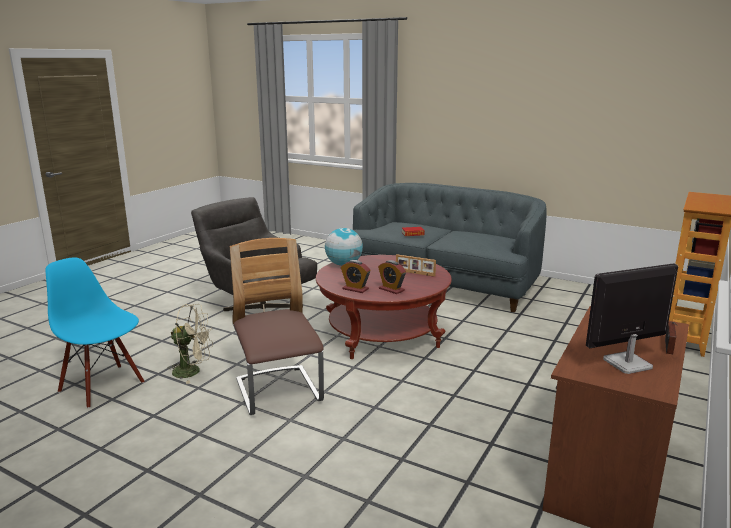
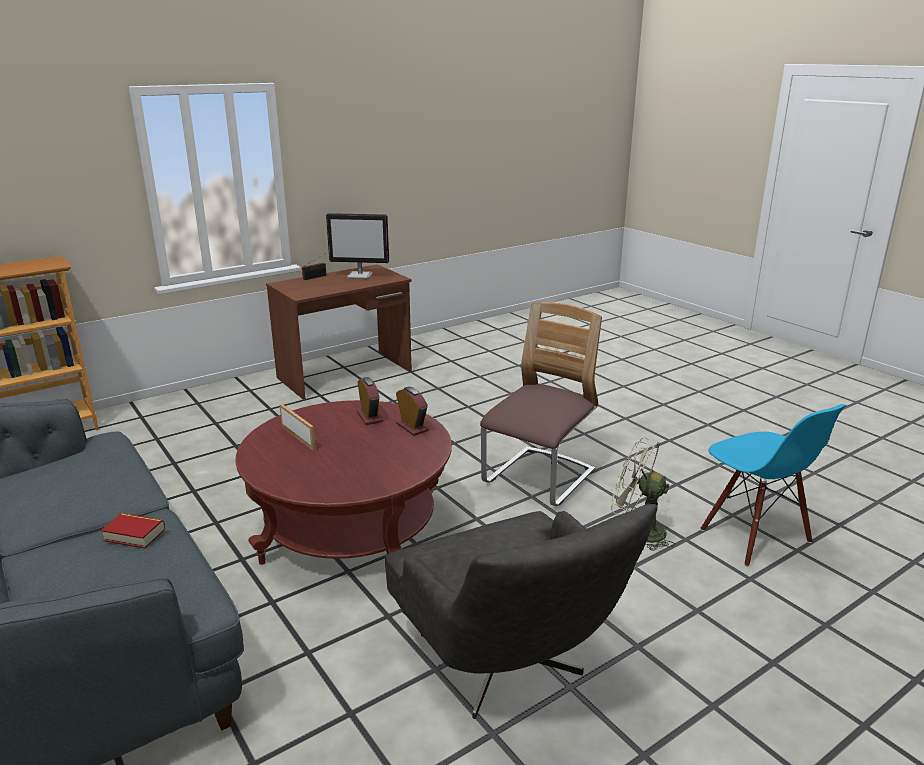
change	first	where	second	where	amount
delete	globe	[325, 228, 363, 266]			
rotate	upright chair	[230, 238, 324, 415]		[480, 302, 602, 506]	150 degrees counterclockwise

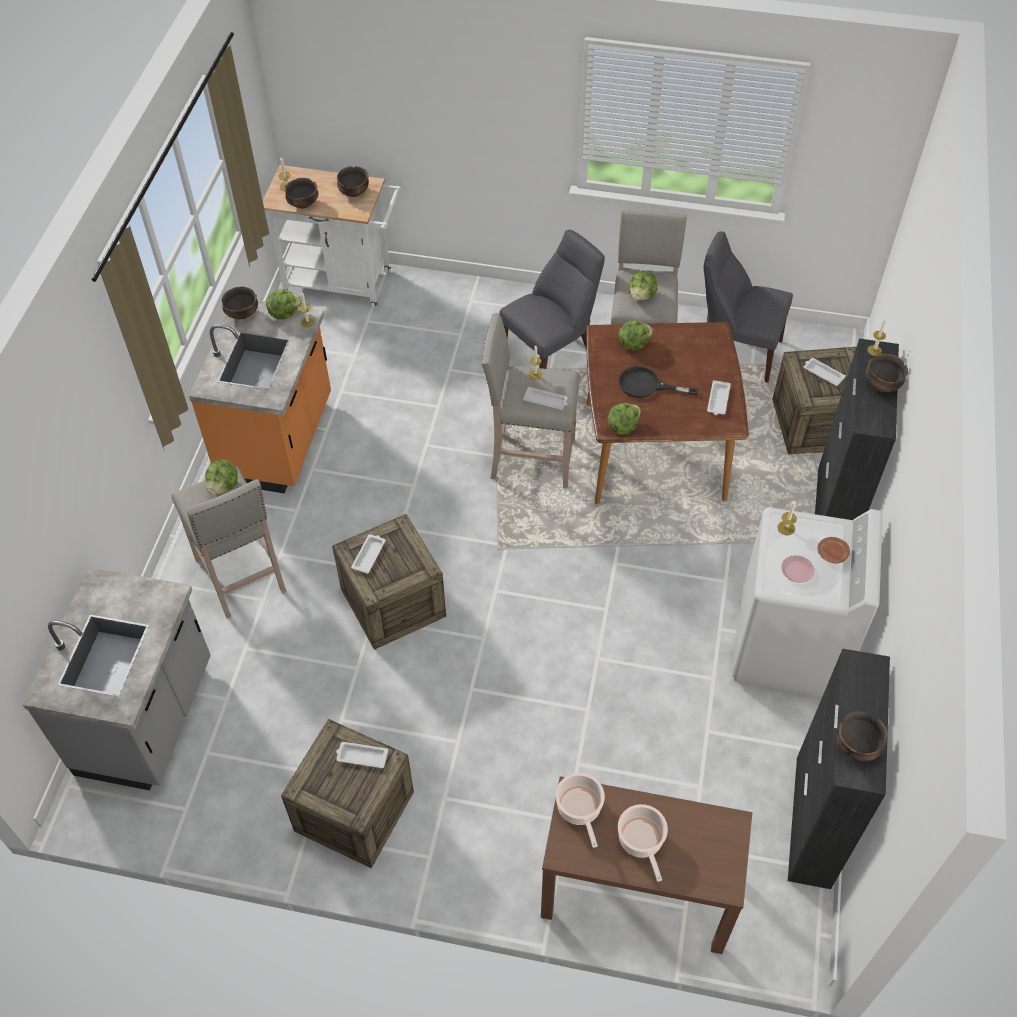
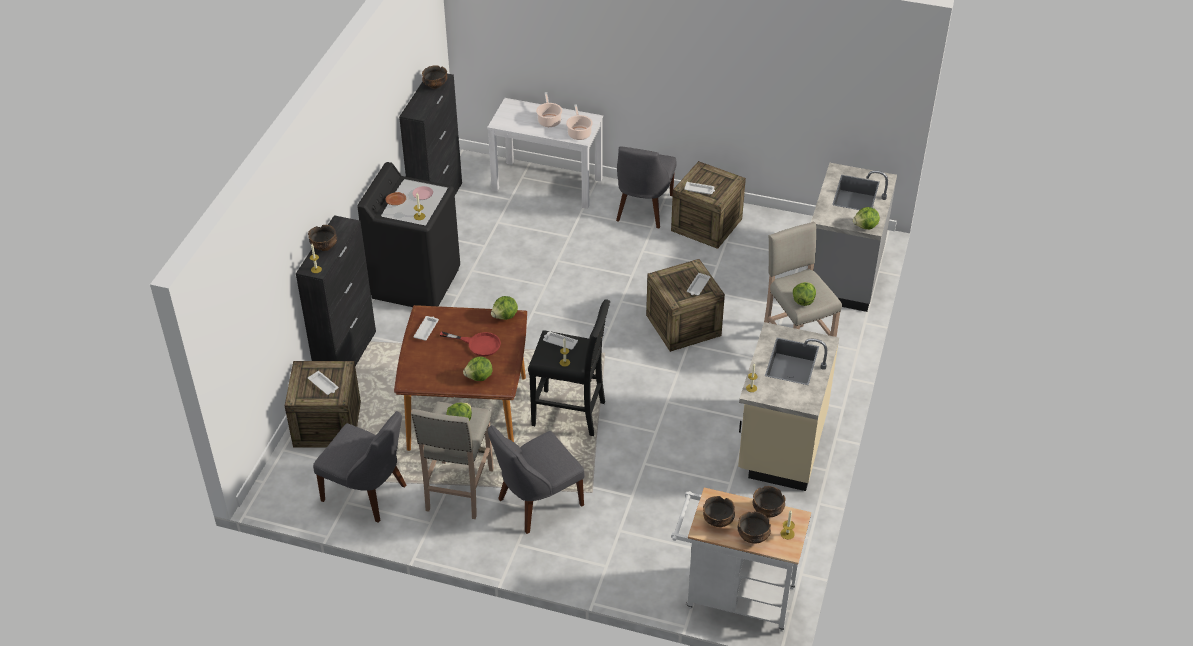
change	first	where	second	where	amount
insert			upright chair (greyish)	[616, 146, 677, 228]	
move	bowl	[222, 287, 258, 319]		[738, 511, 771, 544]	
move	lettuce head	[266, 289, 302, 320]		[853, 207, 880, 229]	
recolor	kitchen counter (orange)	[189, 301, 331, 494]	kitchen counter (beige)	[738, 322, 839, 491]	
recolor	stool (beige)	[482, 313, 580, 489]	stool (black-coloured)	[528, 299, 610, 436]	
recolor	hall table (brown-coloured)	[541, 776, 752, 954]	hall table (white)	[487, 98, 603, 209]	
recolor	skillet (black-coloured)	[619, 366, 699, 398]	skillet (red)	[440, 332, 501, 356]	
recolor	laundry machine (white)	[732, 507, 883, 697]	laundry machine (black-coloured)	[357, 162, 460, 307]	

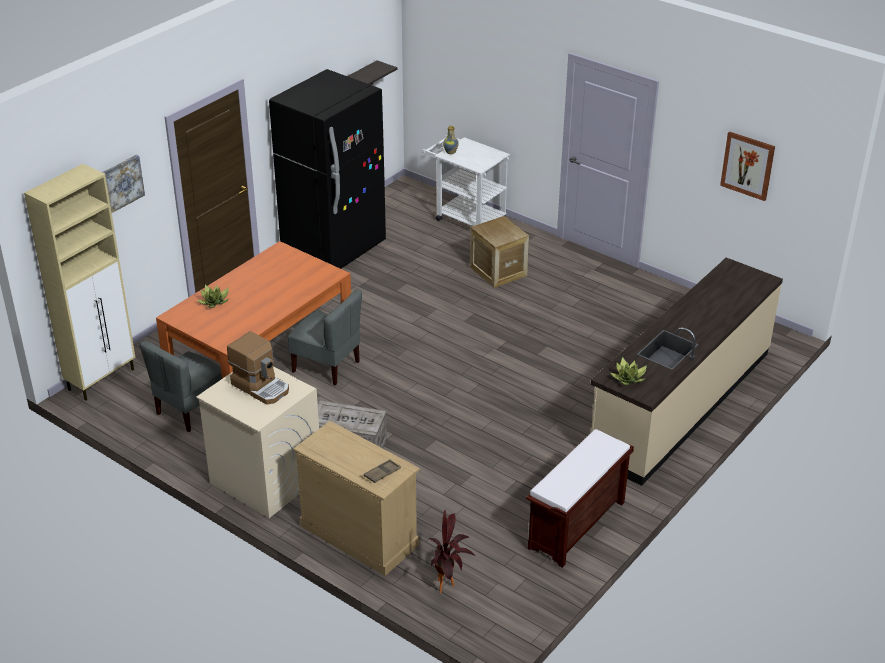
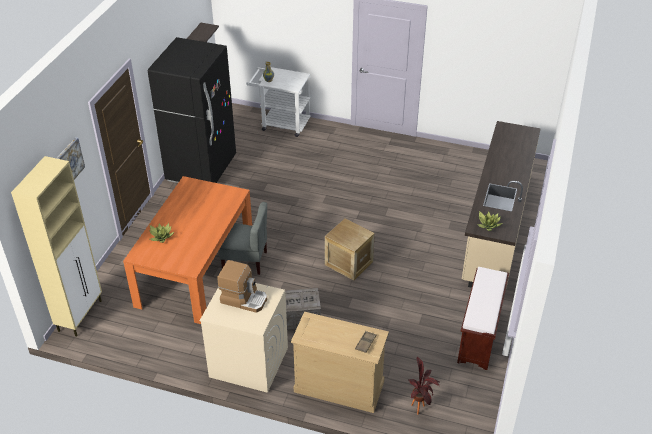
change	first	where	second	where	amount
delete	upright chair (greyish)	[139, 340, 222, 432]			
delete	picture	[720, 131, 775, 201]			
move	crate	[470, 216, 529, 288]		[325, 218, 375, 281]	

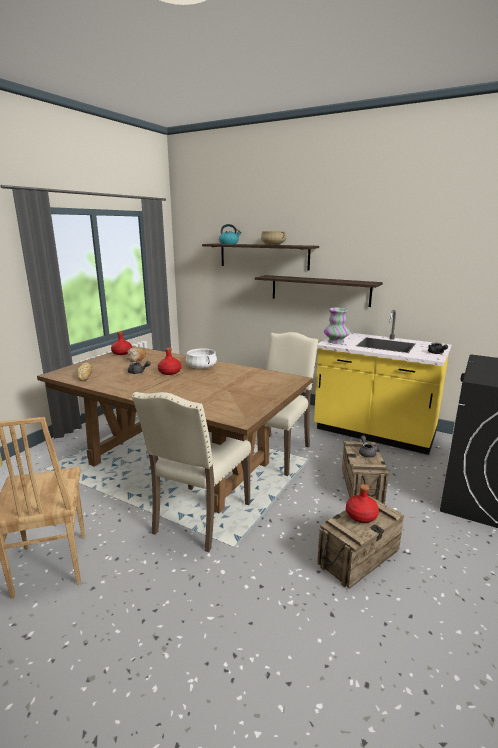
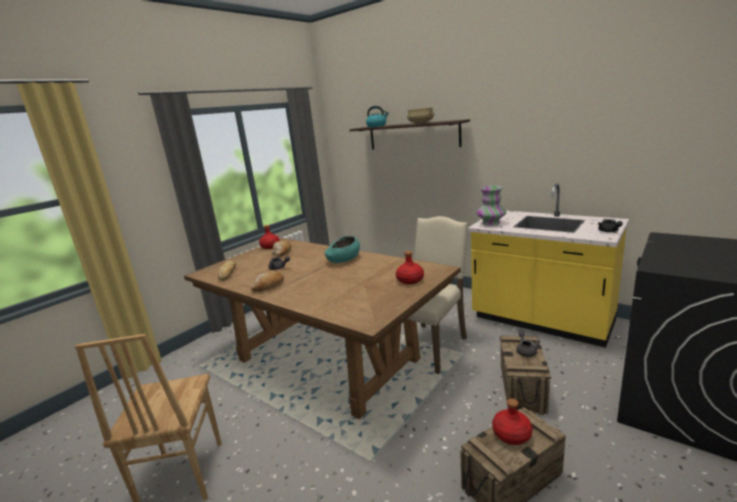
change	first	where	second	where	amount
delete	upright chair (beige)	[132, 392, 251, 552]			
delete	shelf	[255, 275, 383, 307]			
insert			baked bread	[251, 271, 284, 292]	
move	beverage bottle (red)	[158, 347, 181, 375]		[396, 251, 424, 284]	
replace	cooking pot (white)	[186, 348, 217, 369]	bowl (turquoise)	[325, 236, 360, 263]	

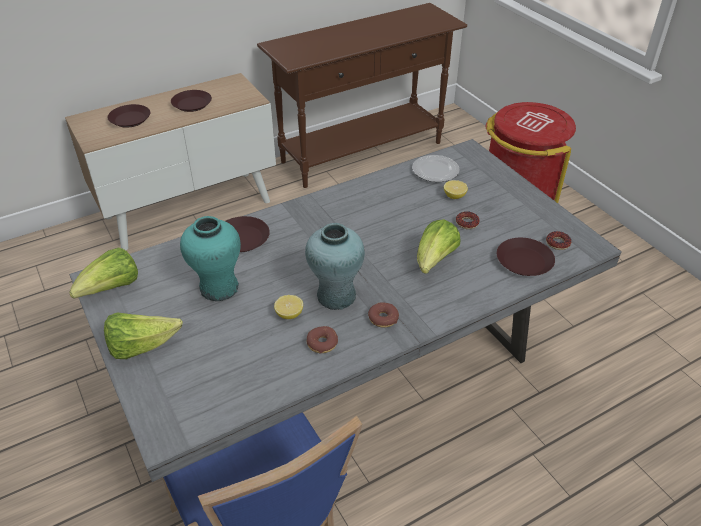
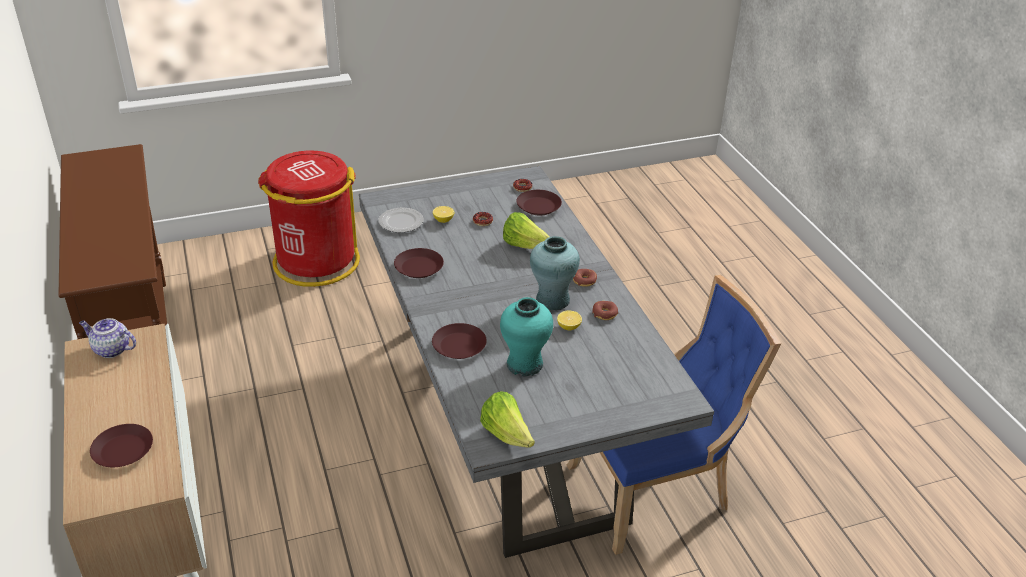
change	first	where	second	where	amount
delete	lettuce head	[104, 312, 183, 359]			
insert			teapot	[79, 318, 136, 358]	
move	plate (brown-coloured)	[171, 90, 212, 112]		[394, 248, 444, 278]	

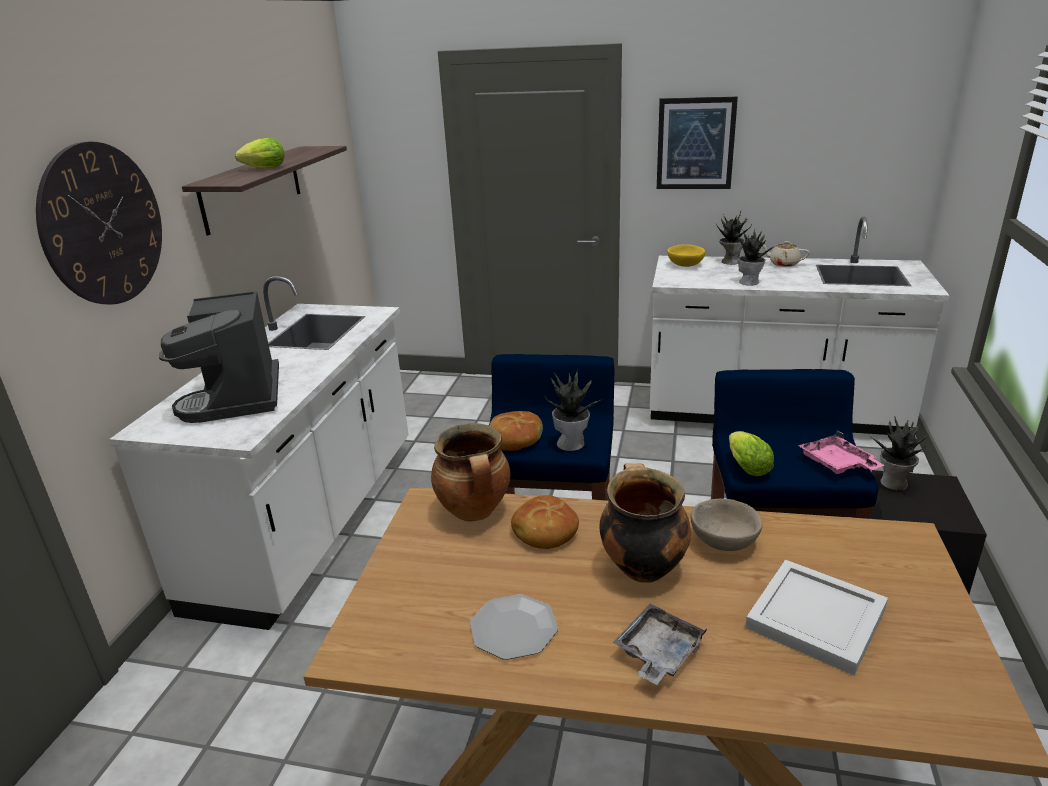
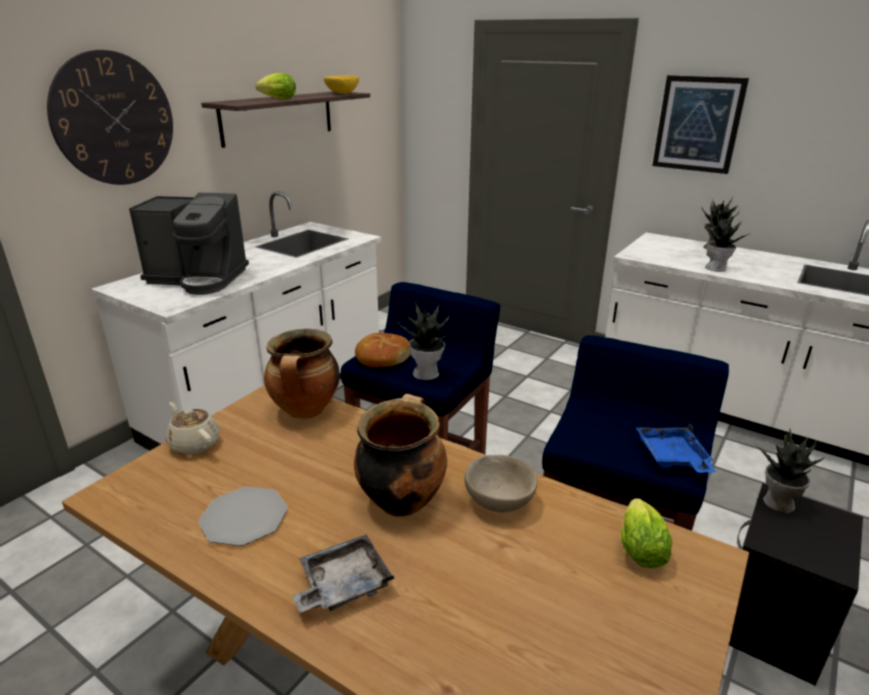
change	first	where	second	where	amount
delete	baked bread	[511, 495, 579, 549]			
delete	serving tray (white)	[745, 560, 888, 676]			
move	bowl (yellow-coloured)	[667, 244, 705, 267]		[324, 75, 359, 94]	
move	lettuce head	[729, 431, 774, 476]		[621, 498, 672, 568]	
move	teapot (beige)	[762, 241, 810, 267]		[166, 402, 220, 455]	
recolor	serving tray (pink-coloured)	[798, 431, 885, 474]	serving tray (blue-coloured)	[636, 423, 716, 473]	
rotate	coffee maker	[159, 291, 279, 423]		[129, 193, 249, 295]	90 degrees counterclockwise

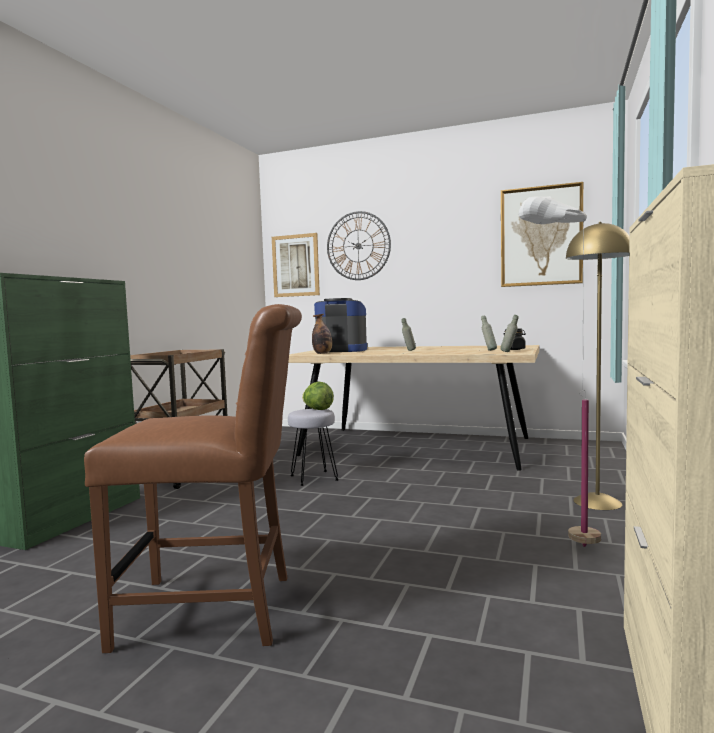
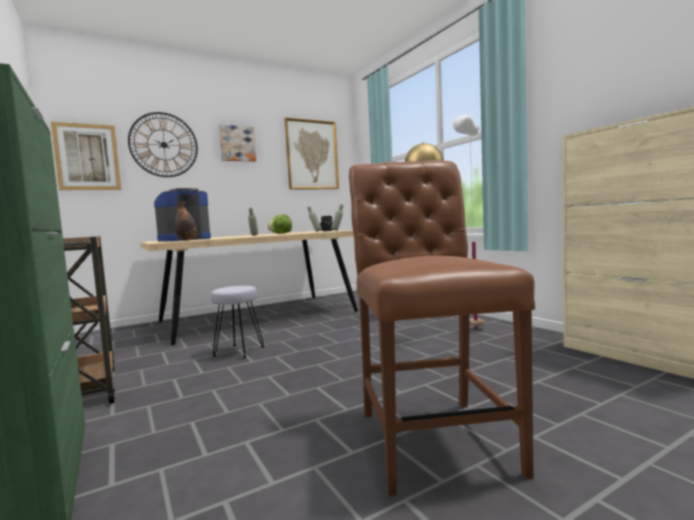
change	first	where	second	where	amount
insert			picture	[219, 124, 256, 162]	
move	lettuce head	[302, 382, 334, 410]		[268, 214, 292, 234]	
rotate	upright chair (brown-coloured)	[84, 304, 302, 653]		[349, 161, 535, 496]	45 degrees counterclockwise

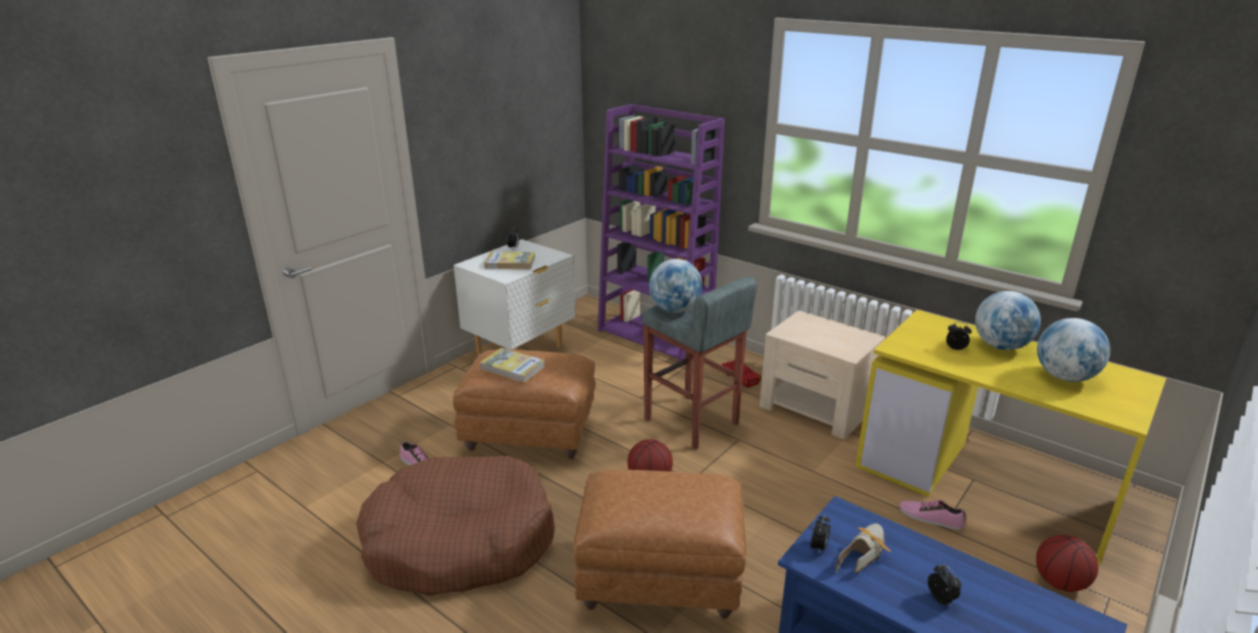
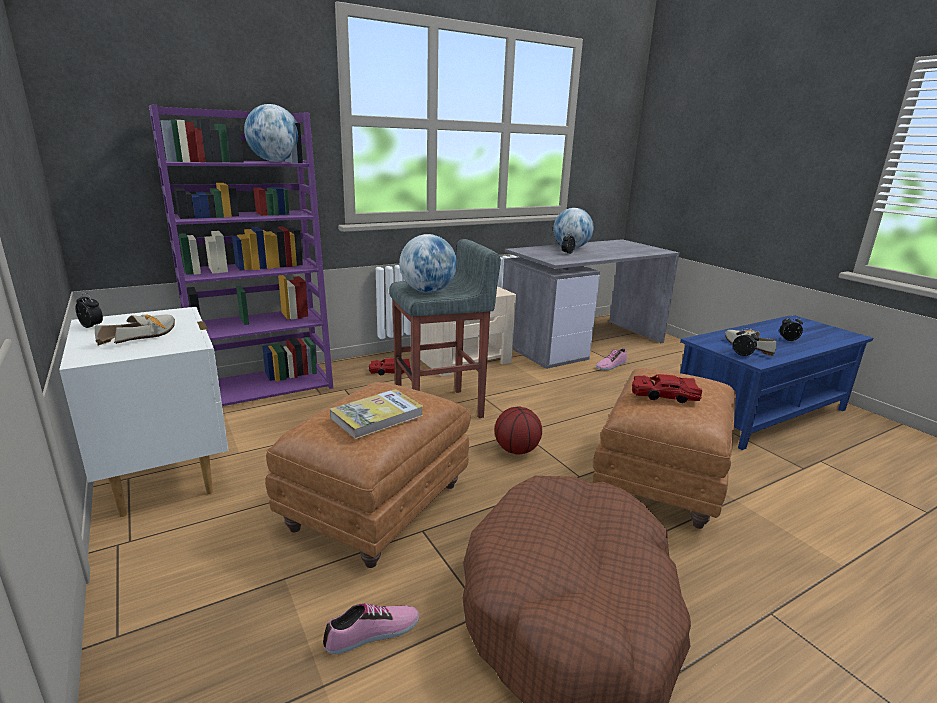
change	first	where	second	where	amount
delete	basketball	[1036, 535, 1098, 592]			
insert			toy car (red)	[632, 374, 702, 403]	
move	globe	[1037, 318, 1110, 382]		[244, 104, 298, 162]	
replace	bound book	[484, 252, 535, 269]	item of footwear	[95, 315, 175, 346]	
recolor	desk unit (yellow-coloured)	[855, 310, 1166, 566]	desk unit (greyish)	[503, 239, 679, 369]	

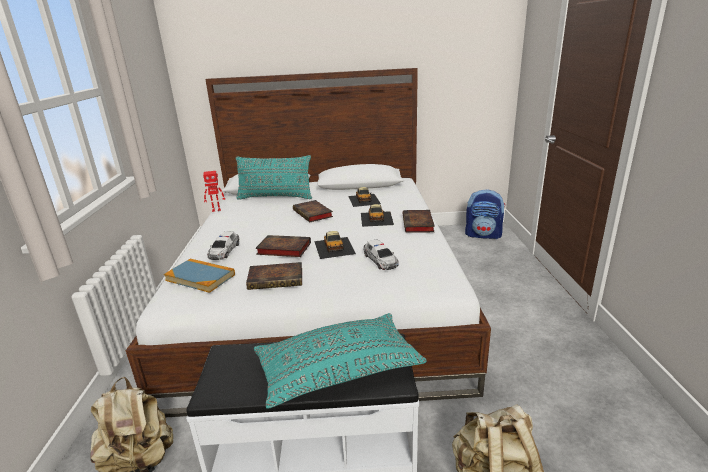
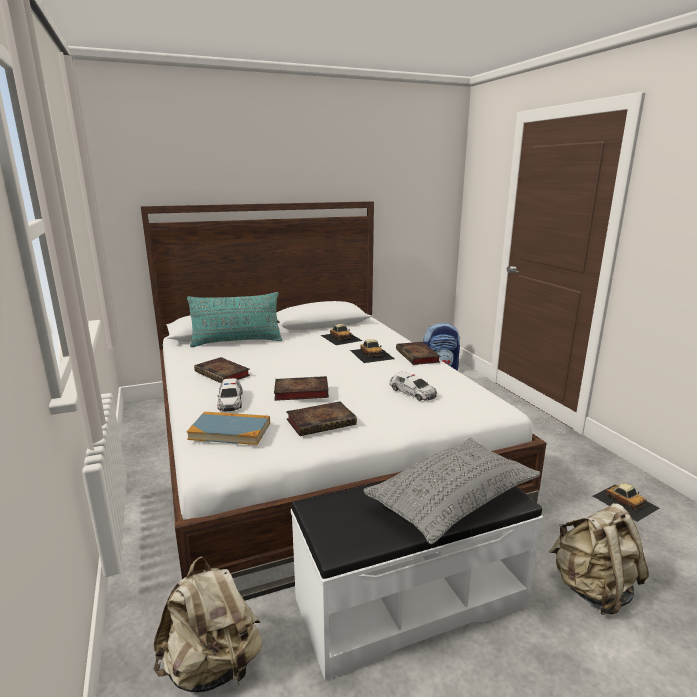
change	first	where	second	where	amount
delete	model robot	[203, 171, 225, 212]			
move	bound book	[293, 200, 333, 222]		[194, 357, 250, 383]	
move	toy car	[314, 231, 356, 259]		[593, 483, 660, 522]	
recolor	throw pillow (turquoise)	[254, 313, 427, 409]	throw pillow (greyish)	[363, 438, 540, 544]	

